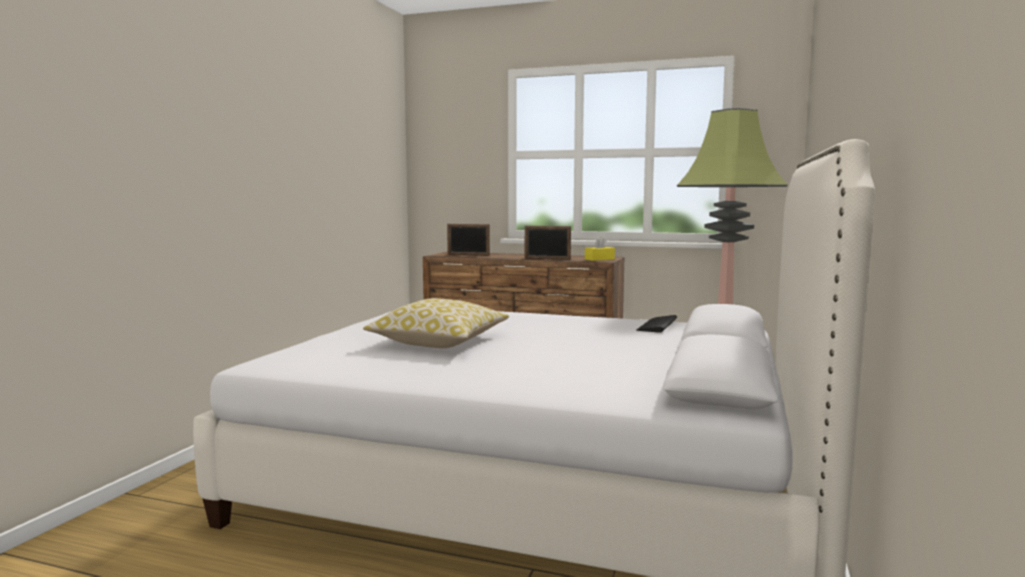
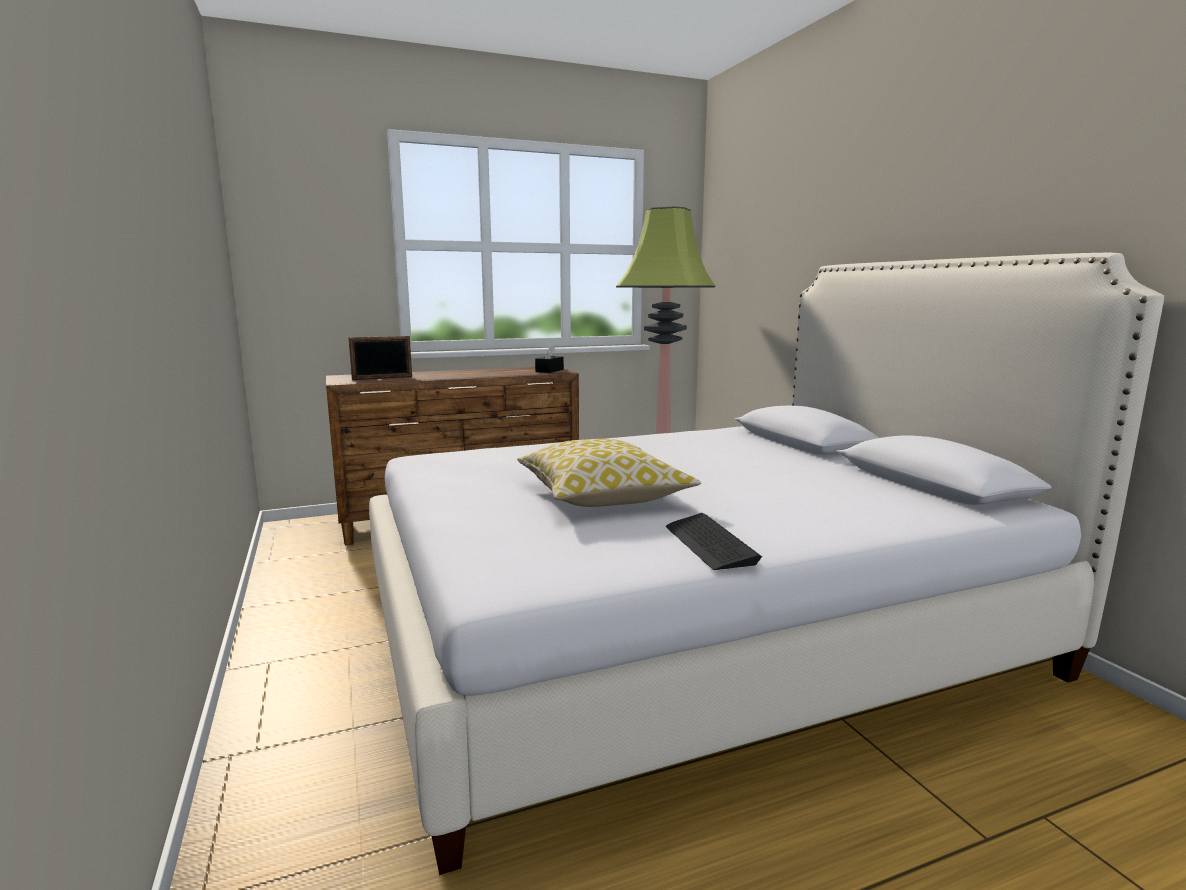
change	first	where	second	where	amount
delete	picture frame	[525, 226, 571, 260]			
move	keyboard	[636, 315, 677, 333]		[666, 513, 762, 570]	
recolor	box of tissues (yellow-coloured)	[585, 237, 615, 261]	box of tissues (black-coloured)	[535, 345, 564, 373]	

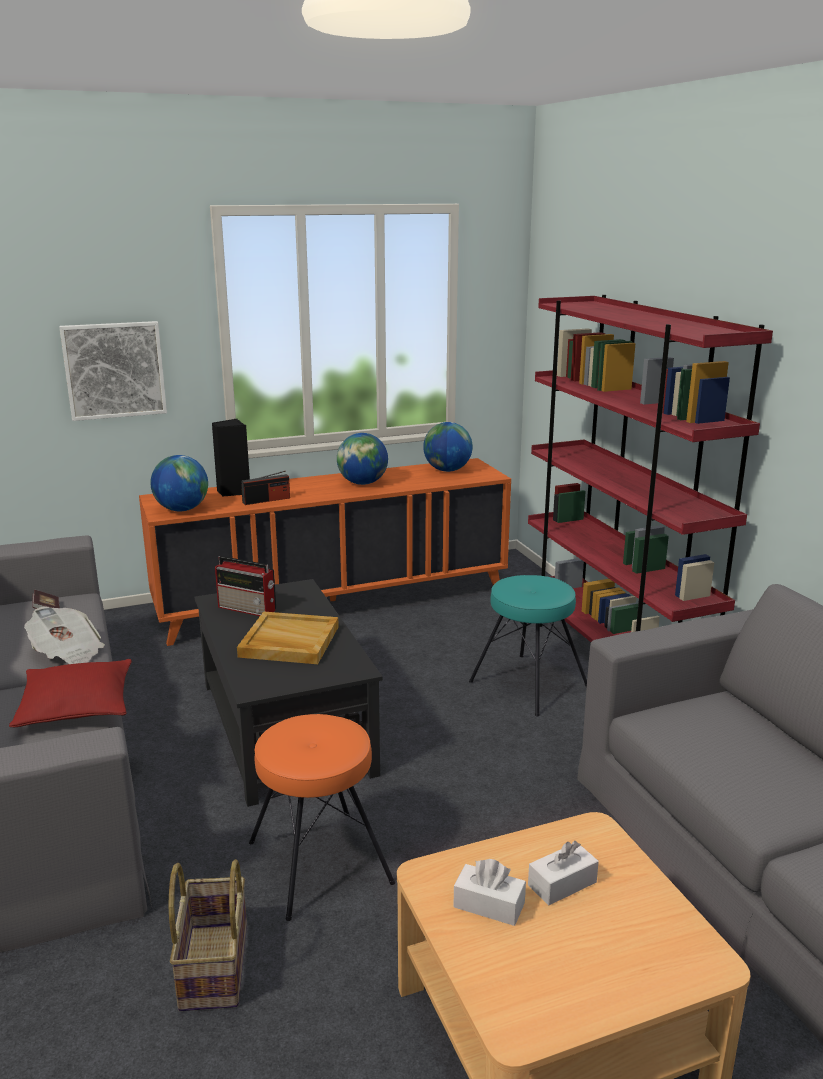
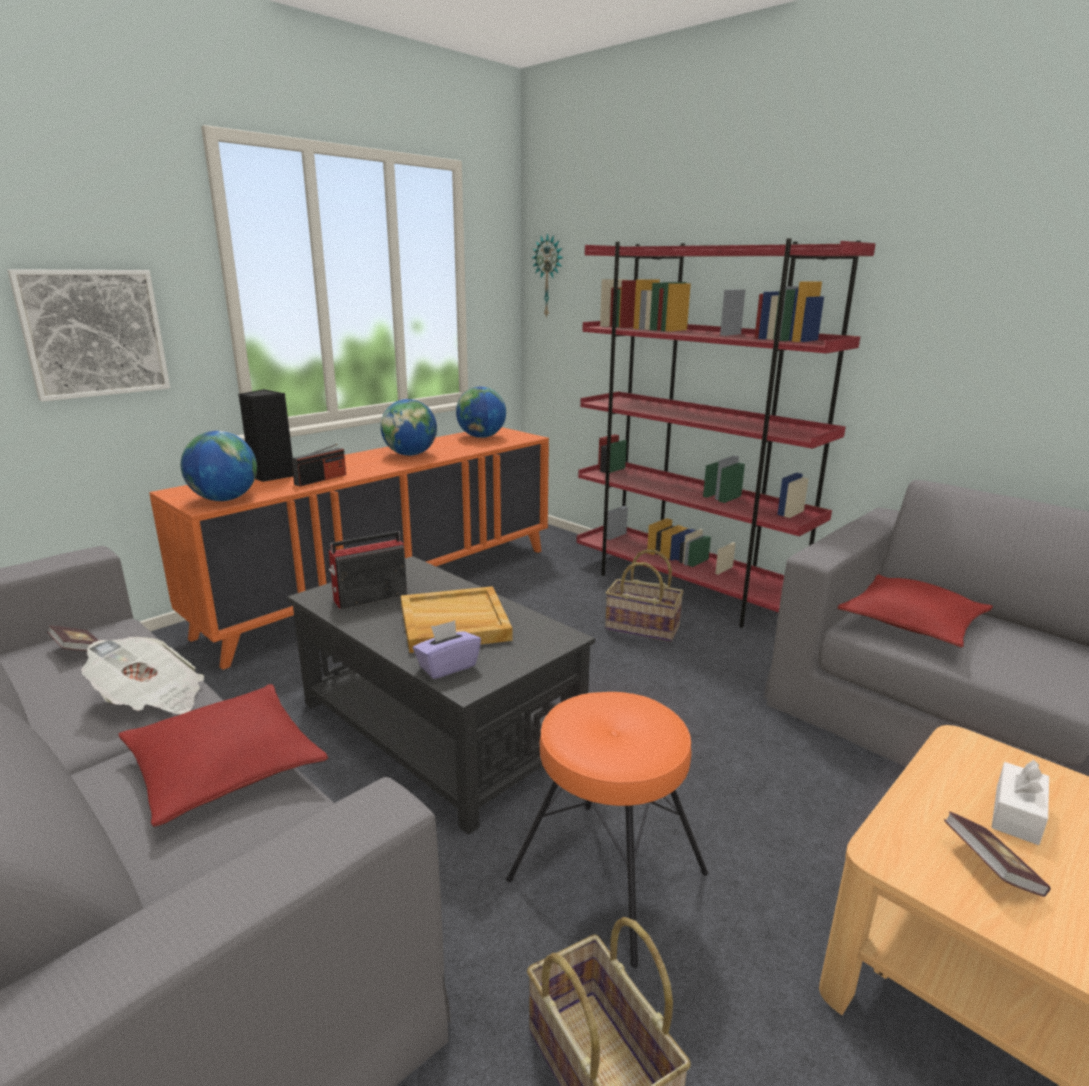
change	first	where	second	where	amount
insert			box of tissues (purple-coloured)	[413, 620, 481, 679]	
insert			wall clock	[531, 233, 563, 318]	
insert			throw pillow (red)	[837, 574, 993, 648]	
replace	box of tissues (white)	[453, 859, 526, 926]	bound book	[944, 812, 1051, 897]	
replace	stool (turquoise)	[469, 575, 587, 717]	basket	[605, 549, 684, 642]	
rotate	radio set	[215, 556, 276, 616]		[329, 531, 407, 609]	150 degrees clockwise

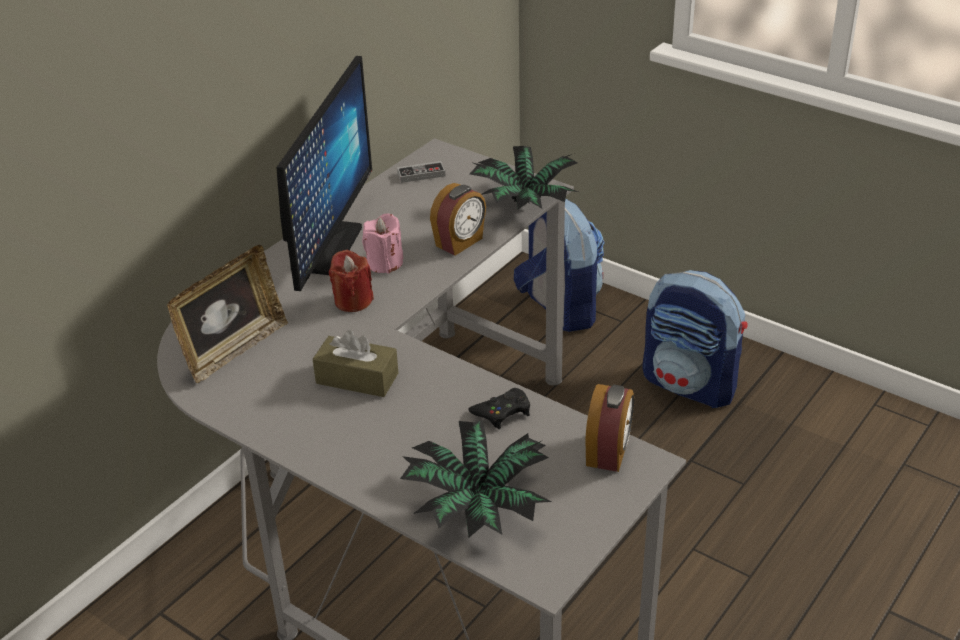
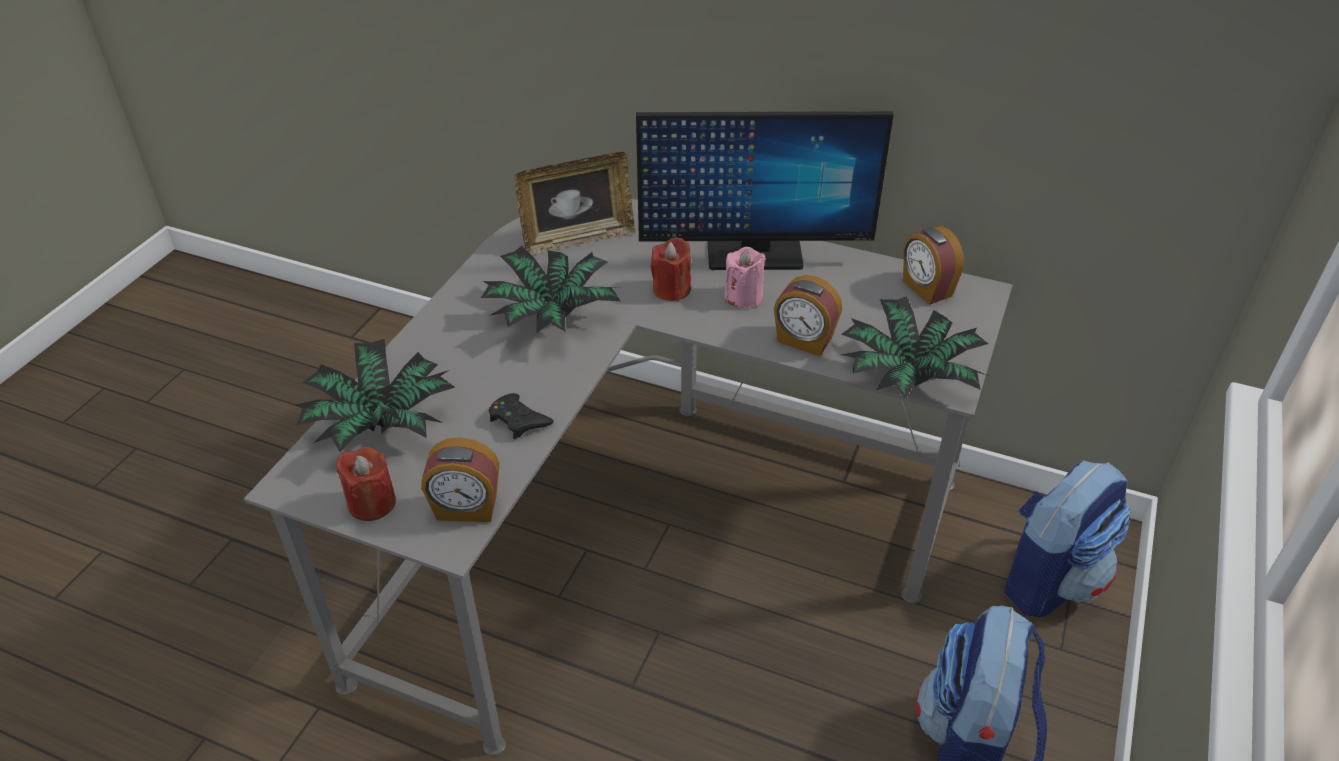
change	first	where	second	where	amount
insert			candle (red)	[336, 447, 396, 521]	
replace	box of tissues (brown-coloured)	[313, 330, 398, 397]	potted plant	[481, 246, 620, 333]	
replace	gamepad	[397, 161, 445, 183]	alarm clock	[903, 226, 964, 305]	
rotate	picture frame	[167, 245, 288, 383]		[515, 152, 635, 254]	45 degrees counterclockwise

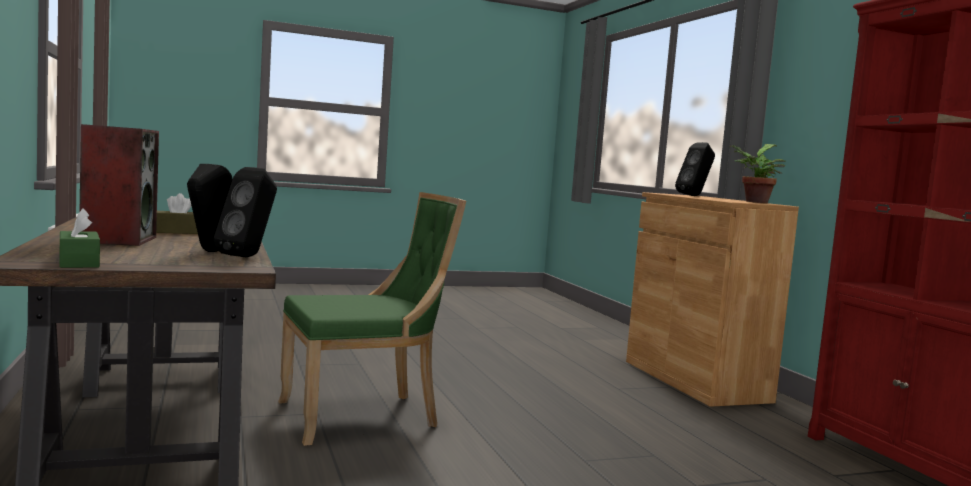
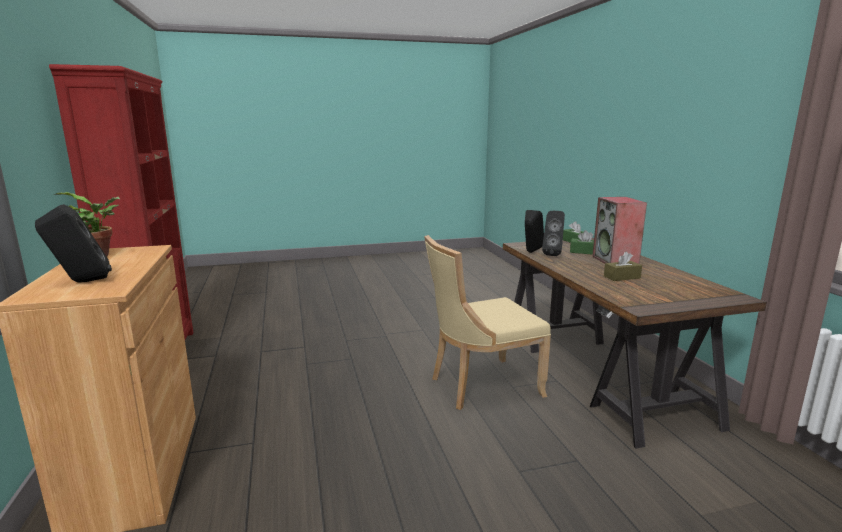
change	first	where	second	where	amount
insert			box of tissues (green)	[570, 230, 594, 255]	
recolor	upright chair (green)	[278, 192, 466, 446]	upright chair (beige)	[424, 235, 551, 410]	

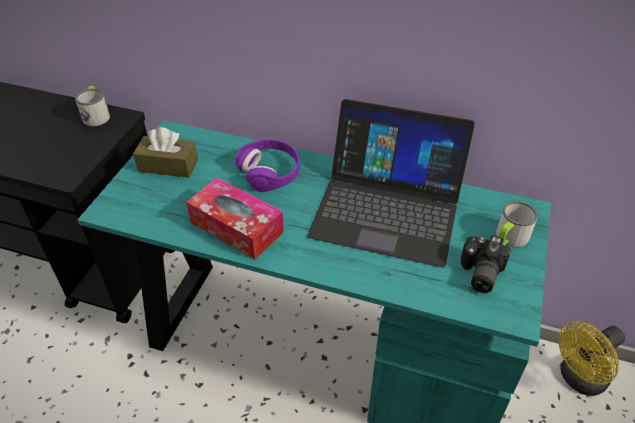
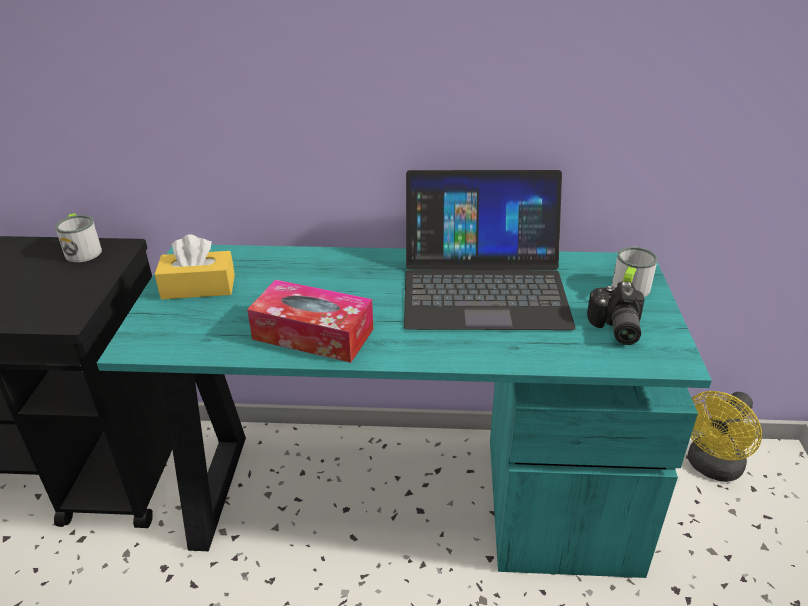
change	first	where	second	where	amount
delete	headset (purple-coloured)	[236, 139, 300, 192]			
recolor	box of tissues (brown-coloured)	[133, 127, 198, 178]	box of tissues (yellow-coloured)	[155, 234, 235, 299]	

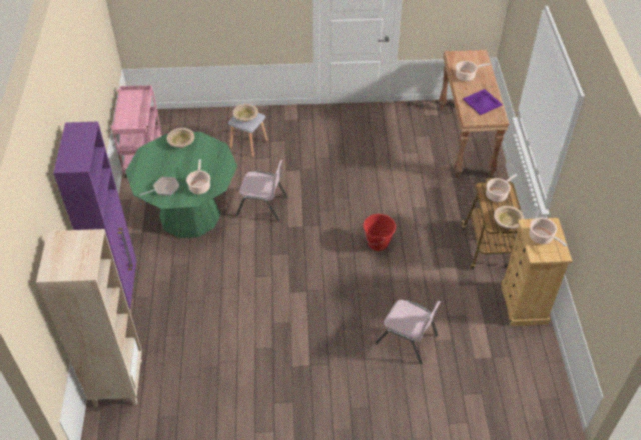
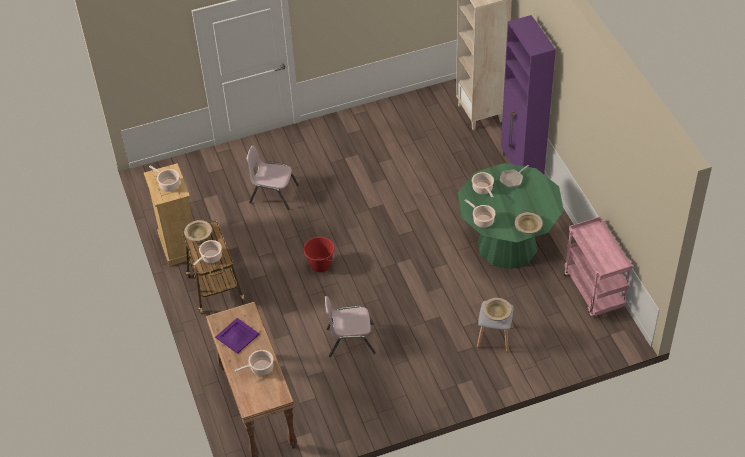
change	first	where	second	where	amount
insert			cooking pot	[464, 199, 495, 228]	
move	upright chair (pink-coloured)	[236, 160, 287, 221]		[325, 296, 376, 357]	

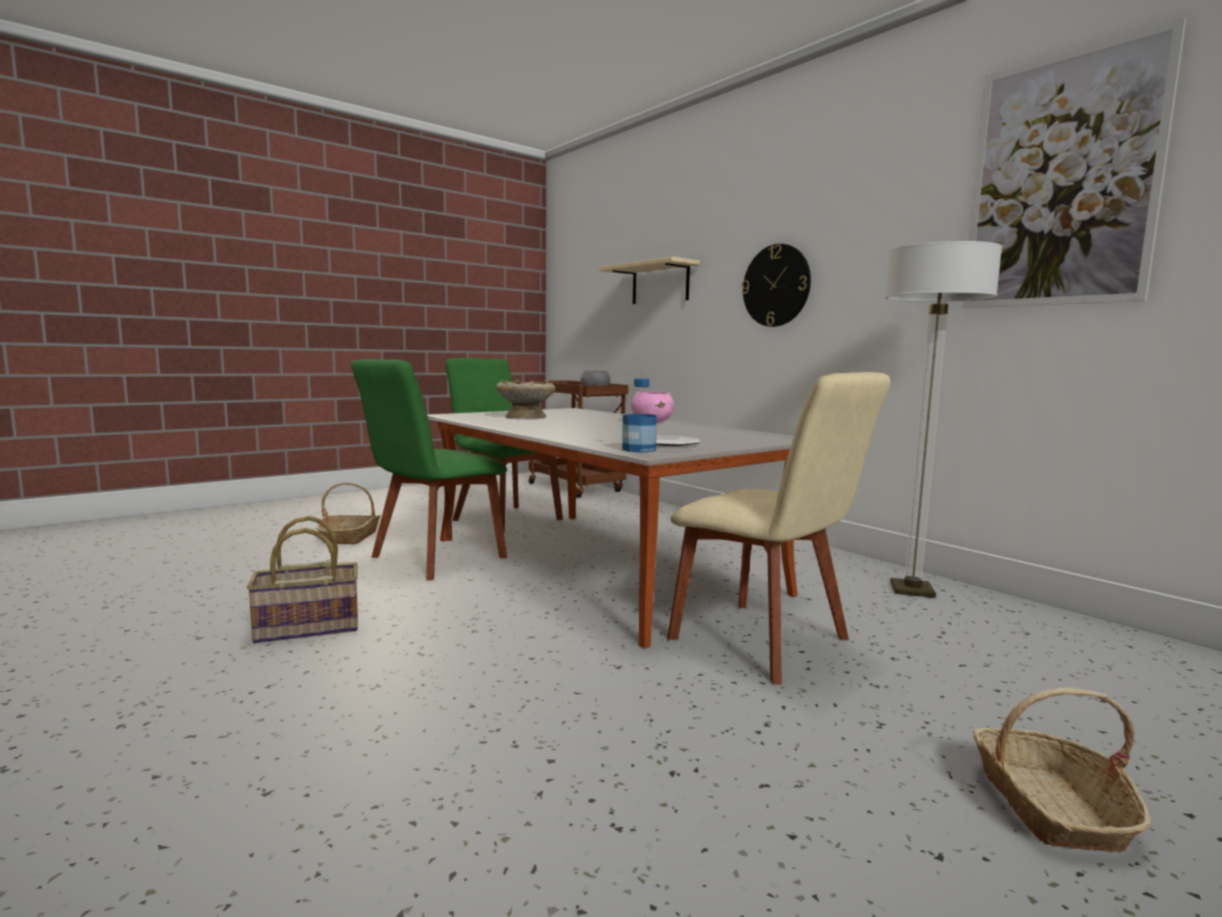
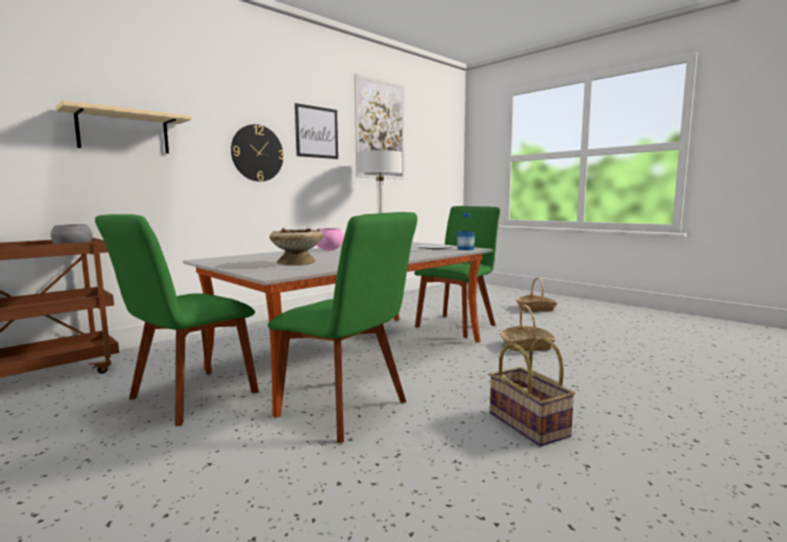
change	first	where	second	where	amount
insert			picture	[295, 103, 338, 159]	
move	basket	[316, 483, 380, 544]		[500, 305, 556, 351]	
recolor	upright chair (beige)	[667, 372, 890, 685]	upright chair (green)	[414, 206, 500, 338]	

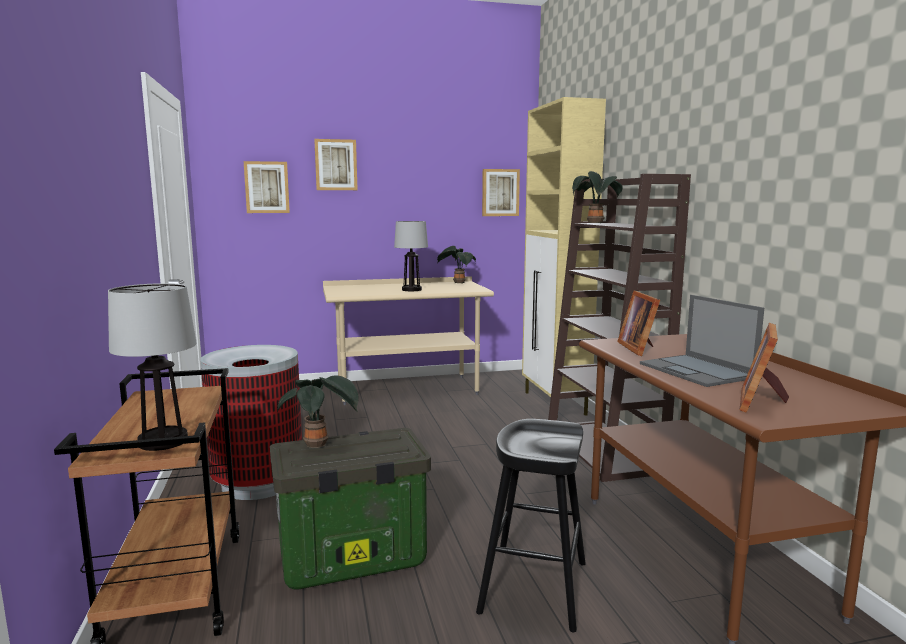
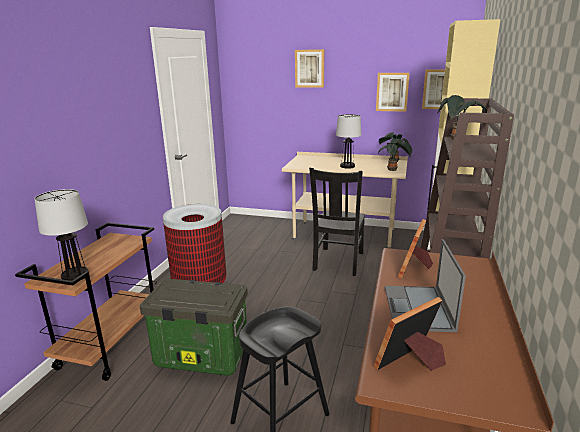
change	first	where	second	where	amount
insert			upright chair (black-coloured)	[309, 168, 365, 276]	
move	picture	[244, 161, 290, 213]		[376, 73, 410, 112]	
move	potted plant	[277, 375, 359, 448]		[378, 141, 412, 171]	

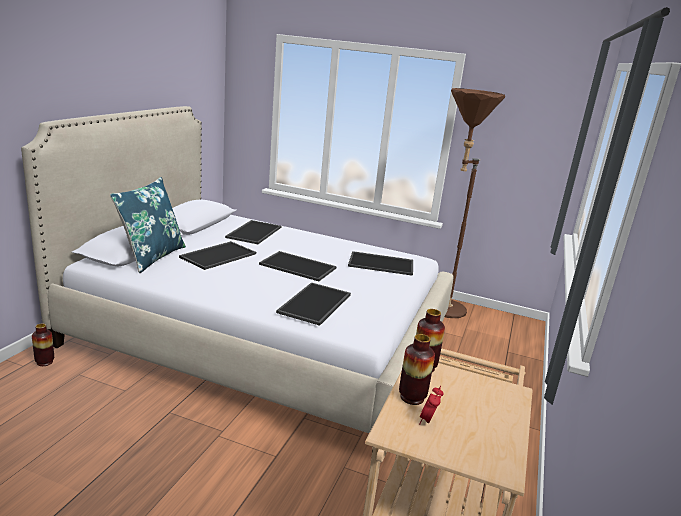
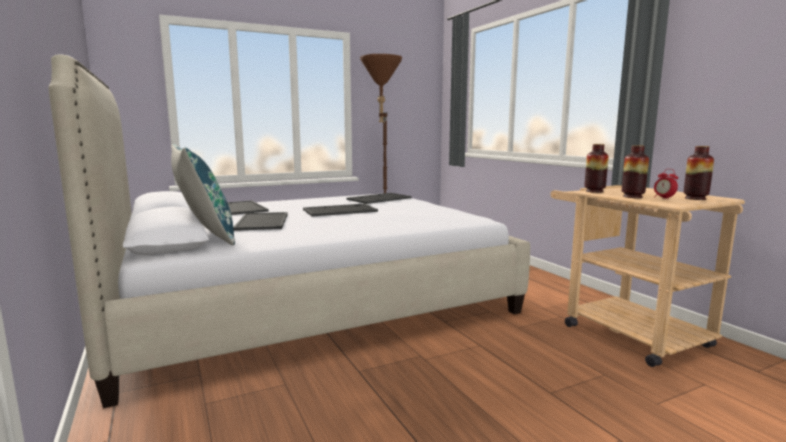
change	first	where	second	where	amount
delete	serving tray	[276, 282, 351, 326]			
move	vase	[32, 324, 54, 366]		[684, 146, 714, 200]	

